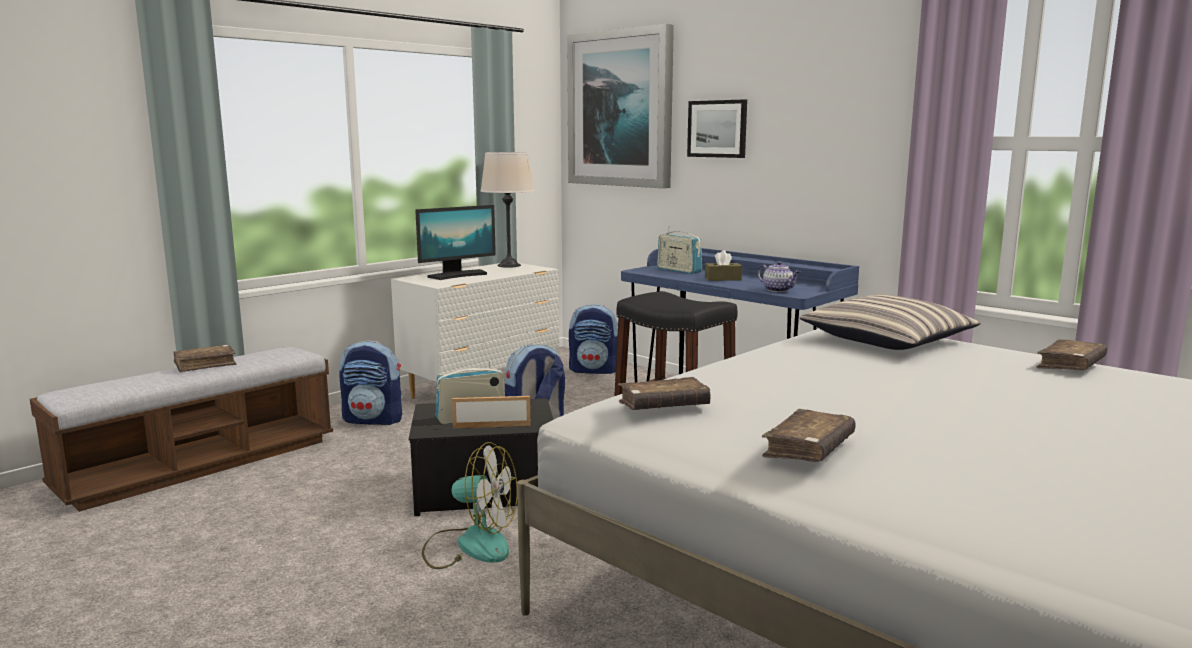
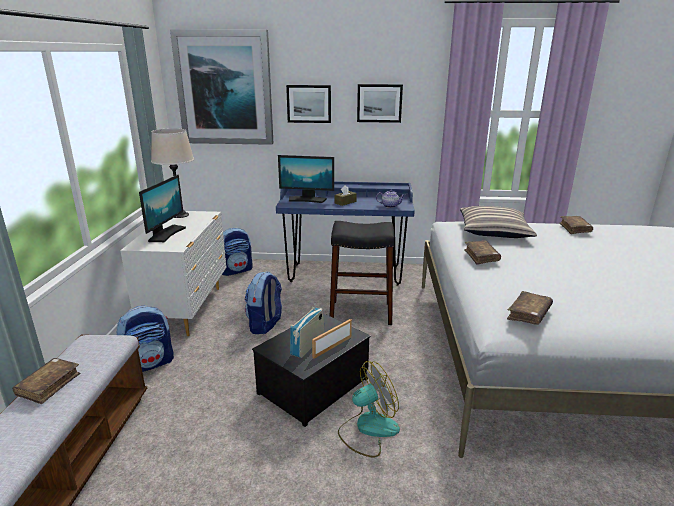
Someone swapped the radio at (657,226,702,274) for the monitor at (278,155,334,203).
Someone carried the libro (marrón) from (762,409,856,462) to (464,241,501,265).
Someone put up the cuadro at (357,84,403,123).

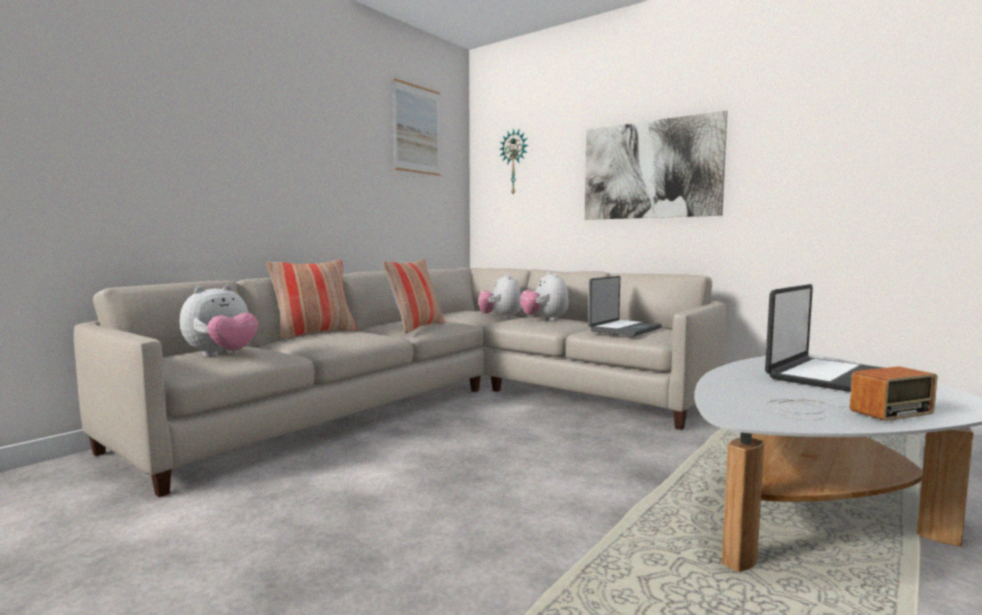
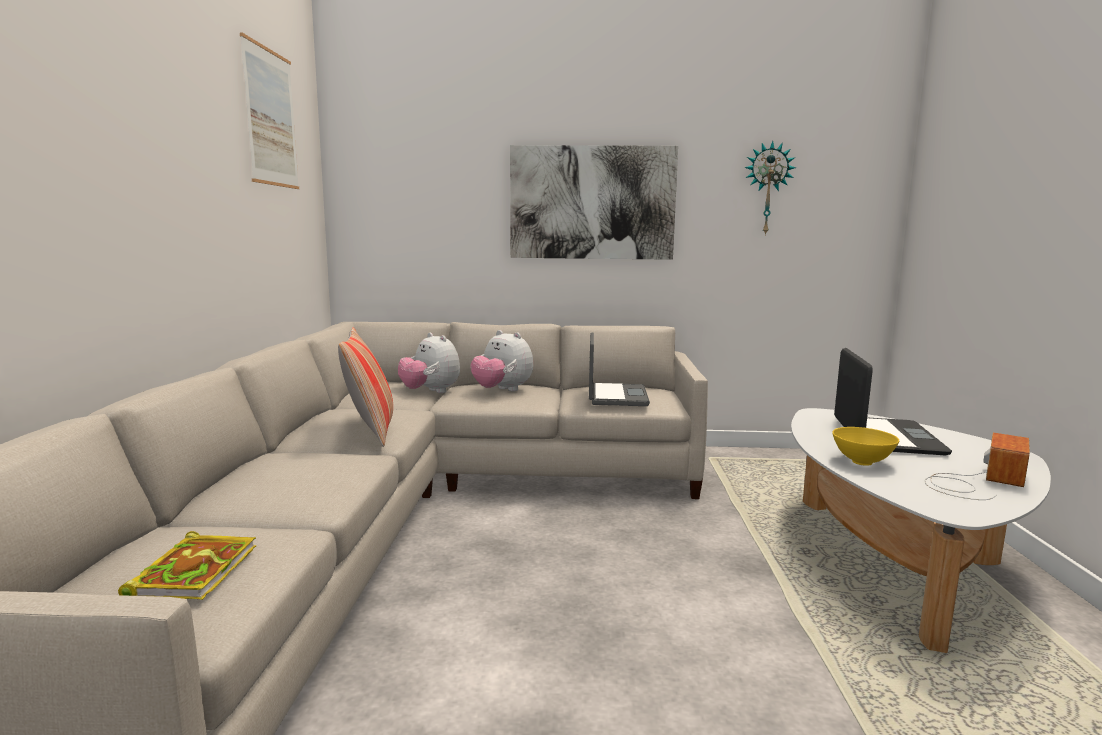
Someone swapped the peluche at (180,285,259,357) for the libro at (118,531,257,600).
Someone took away the cojín at (267,260,356,340).
Someone carried the reloj de pared from (500,128,528,194) to (745,141,796,236).
Someone put down the cuenco (amarillo) at (832,427,899,466).

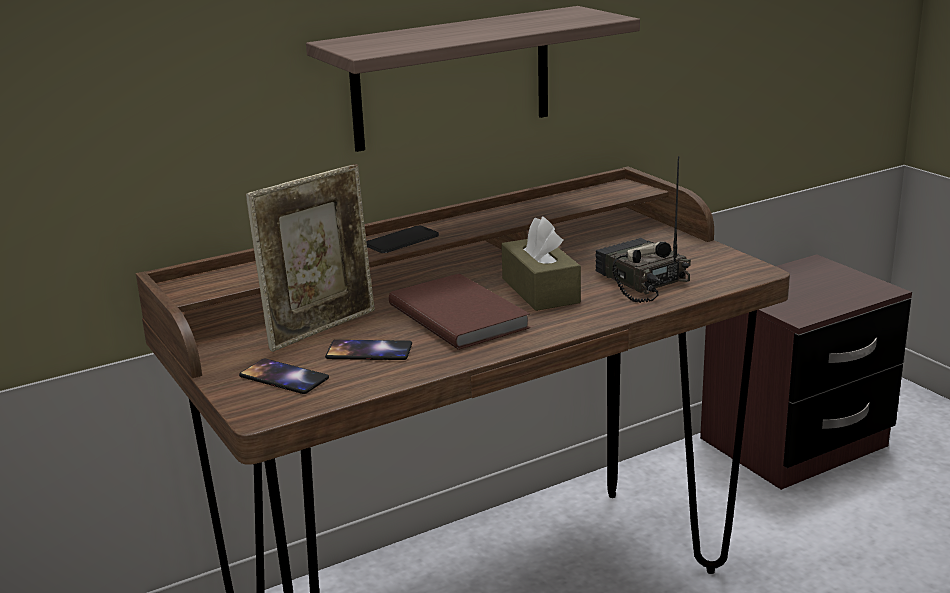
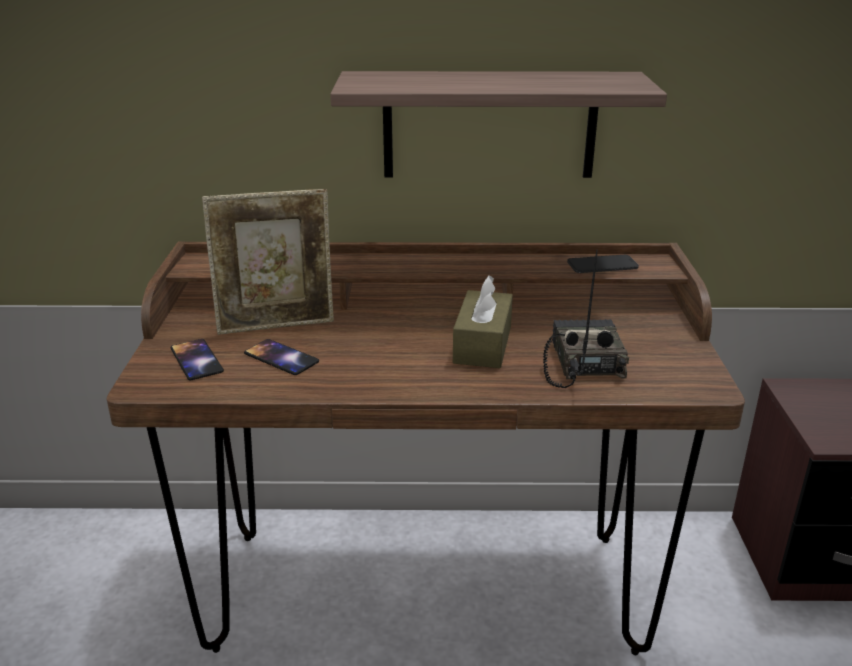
Someone carried the móvil from (366,226,439,253) to (567,255,639,273).
Someone took away the libro (marrón) at (389,273,530,350).

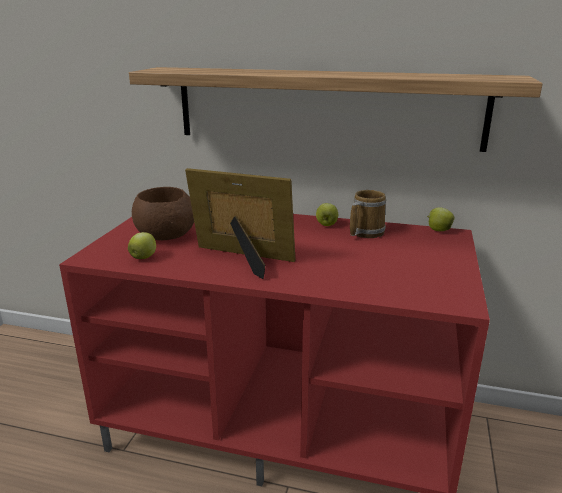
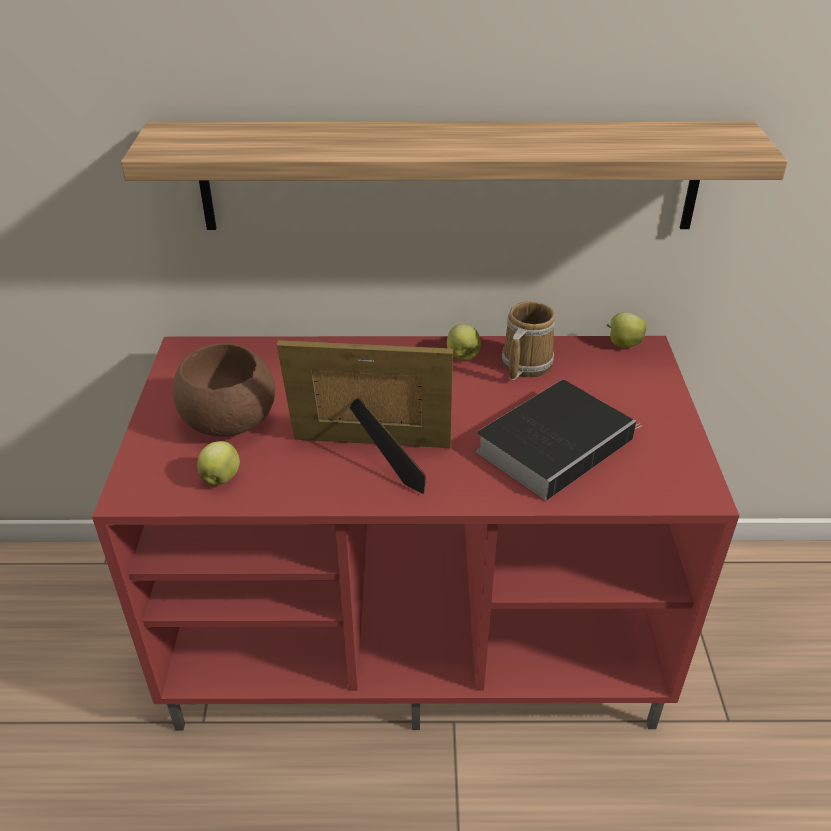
Someone put down the libro at (476,380,642,501).

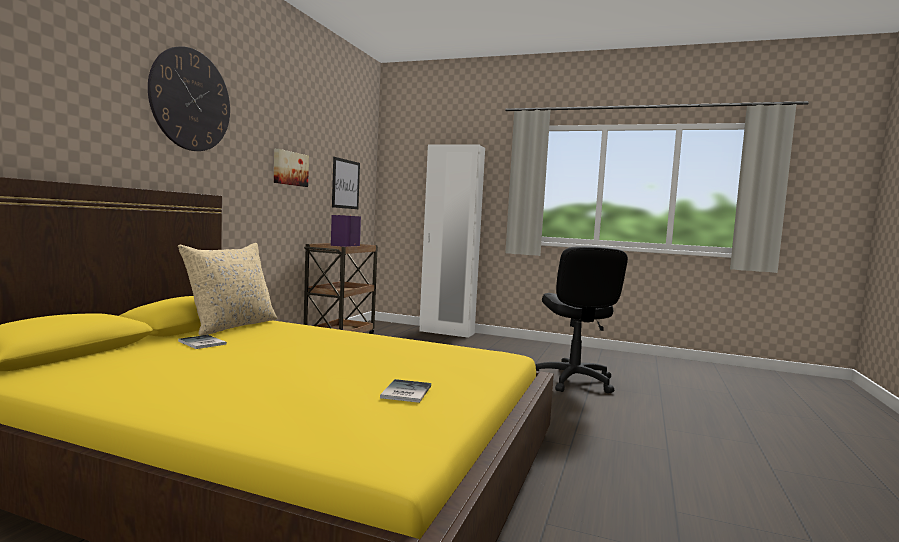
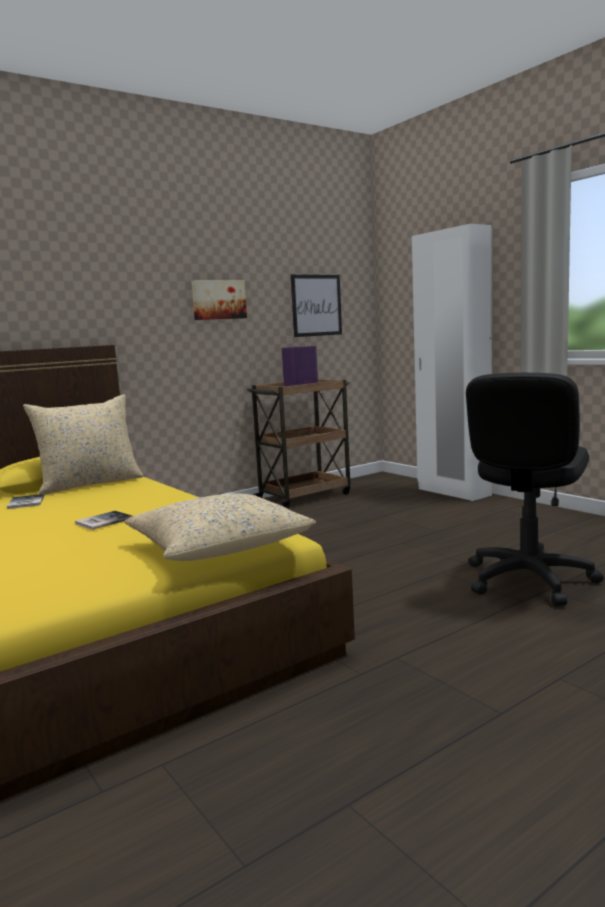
Someone took away the reloj de pared at (148,46,230,151).
Someone carried the libro from (380,379,431,403) to (75,511,132,530).
Someone put down the cojín (beis) at (124,493,316,561).

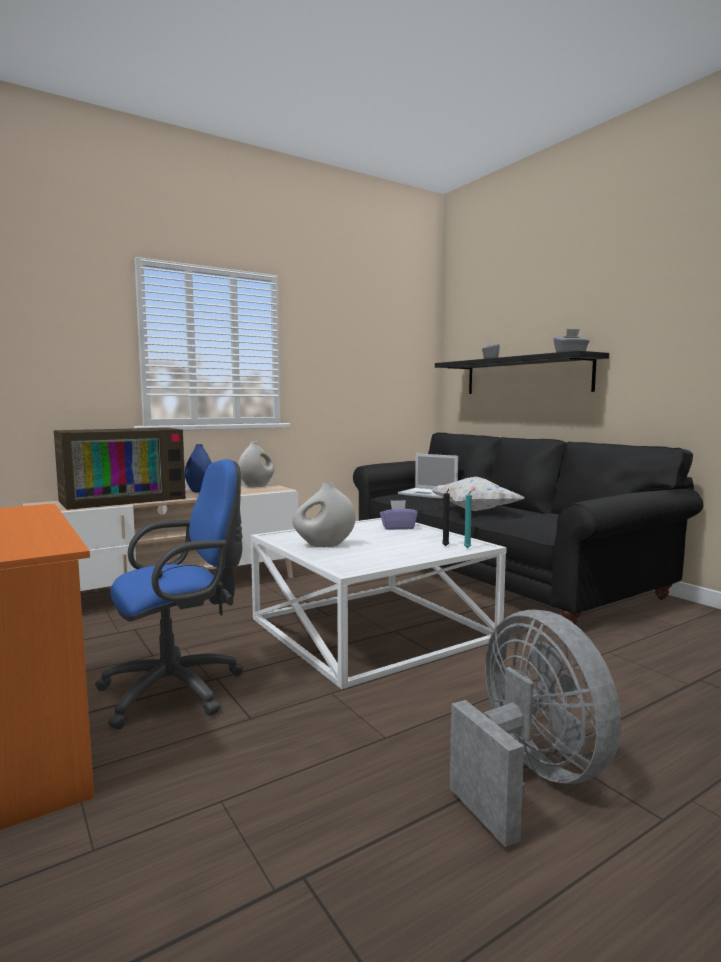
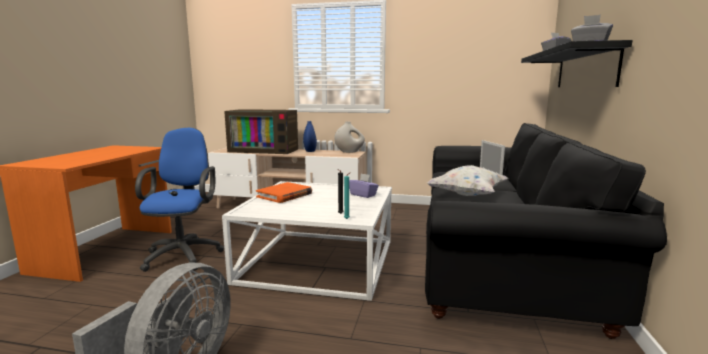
Someone rotated the silla de oficina (azul) at (95,459,244,729) by 105 degrees counterclockwise.
Someone swapped the florero (blanco) at (292,483,356,547) for the libro (naranja) at (256,182,312,203).

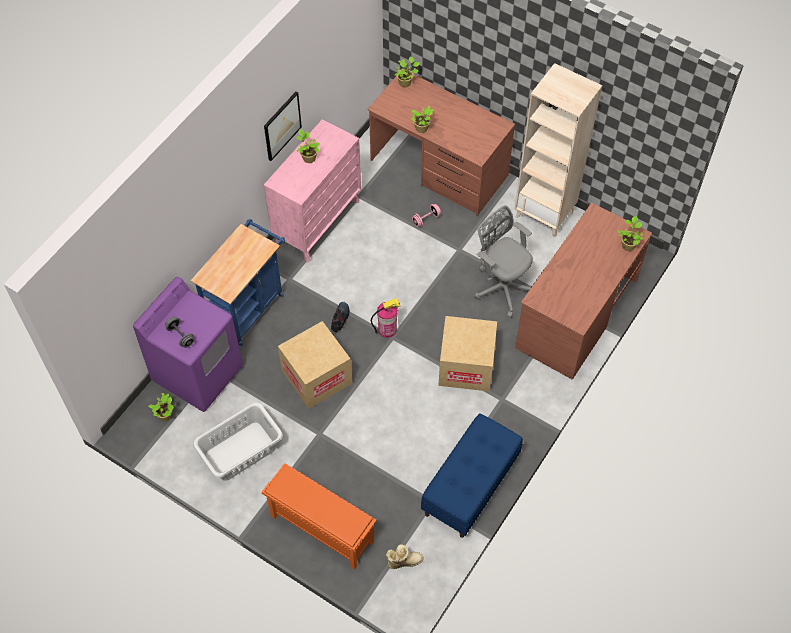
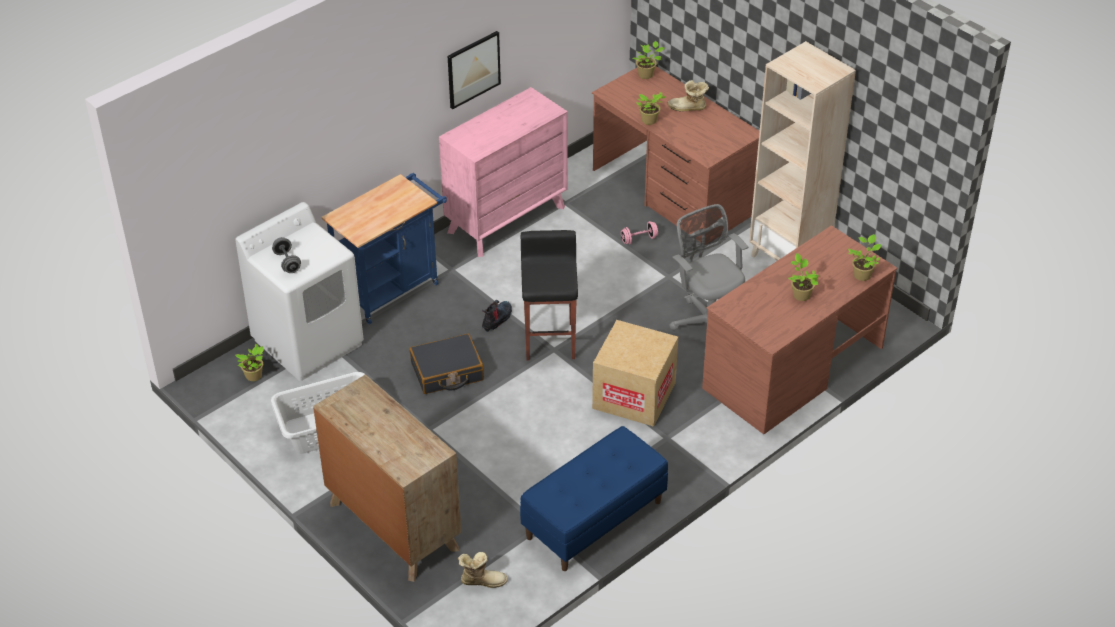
Someone repainted the lavadora (morado) at (133,277,243,412), which became the lavadora (blanco) at (235,202,364,381).
Someone swapped the zapatero (naranja) at (262,463,377,570) for the cómoda (marrón) at (313,374,461,582).
Someone swapped the caja de cartón at (278,321,352,409) for the maleta (negro) at (409,333,484,394).
Someone carried the planta en maceta from (296,129,320,163) to (788,253,819,301).
Someone swapped the extintor at (371,298,401,338) for the taburete (negro) at (521,230,578,361).
Someone put down the bota at (668,80,709,111).

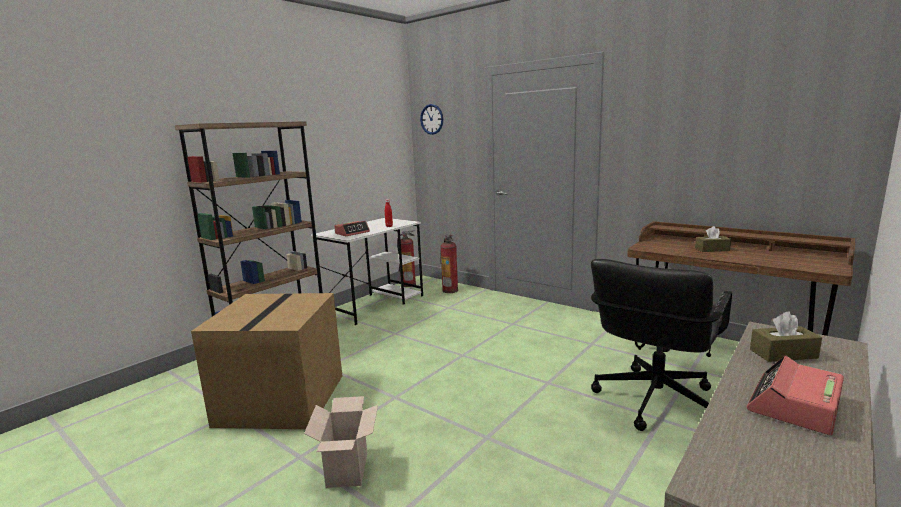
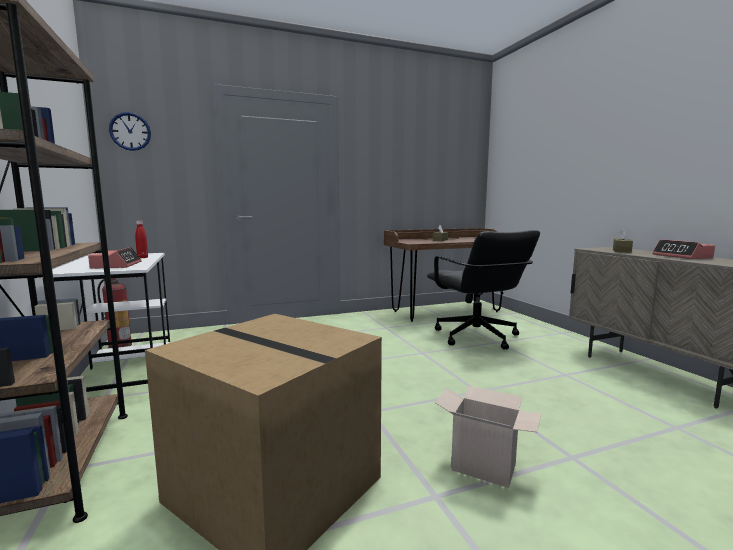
Someone took away the extintor at (440,235,458,293).

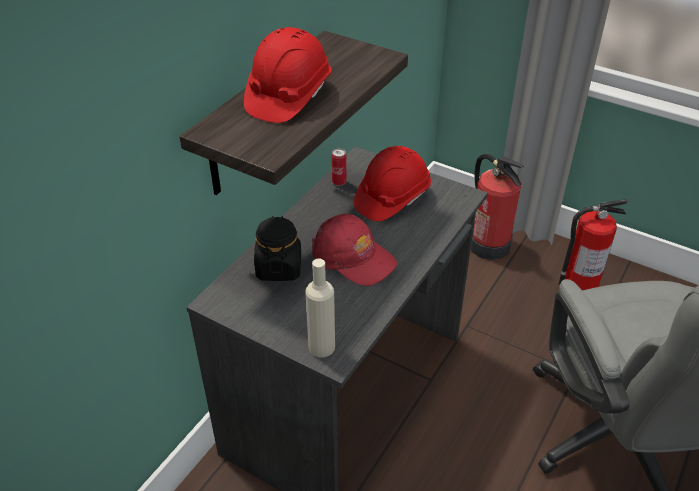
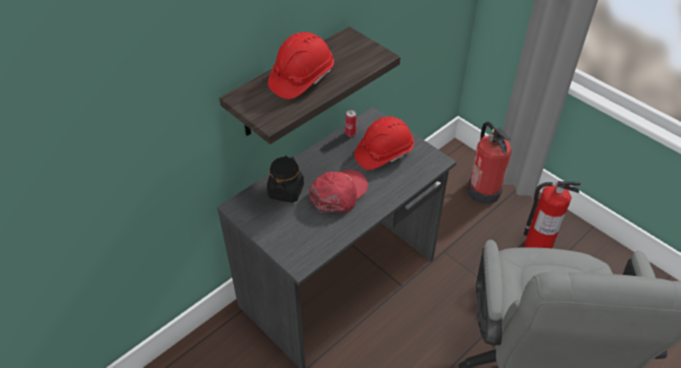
Someone took away the botella (beis) at (305,258,335,358).
Someone rotated the gorra (rojo) at (312,214,397,286) by 105 degrees counterclockwise.

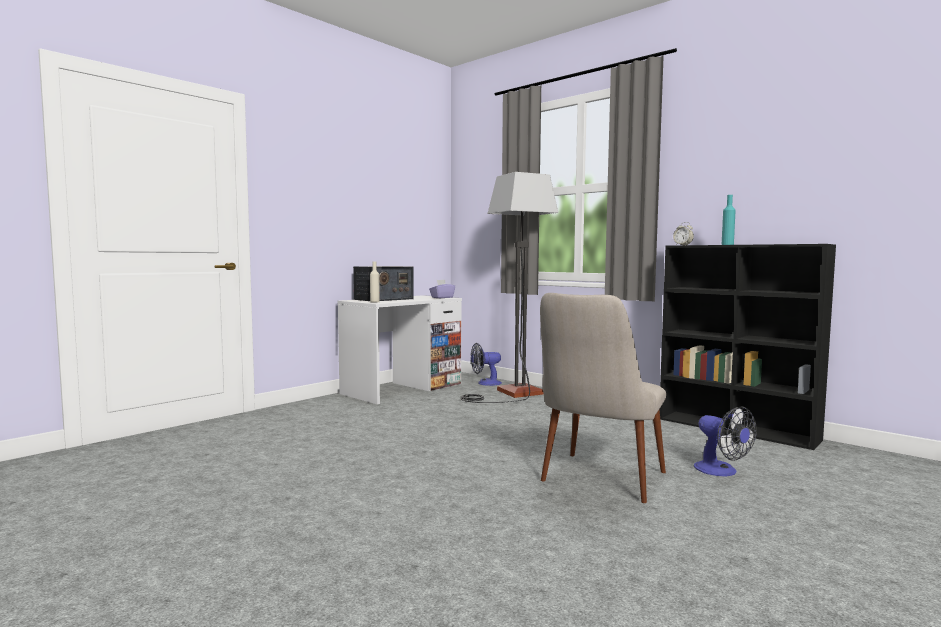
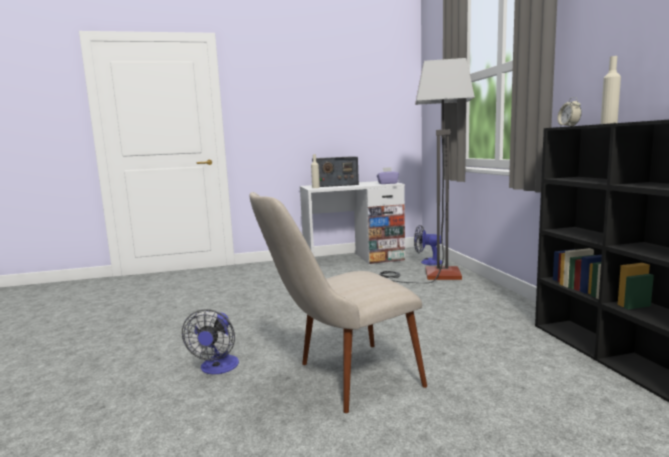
Someone carried the ventilador from (694,406,757,476) to (182,310,239,374).
Someone repainted the botella (turquesa) at (722,195,736,245), which became the botella (beis) at (601,56,621,124).

